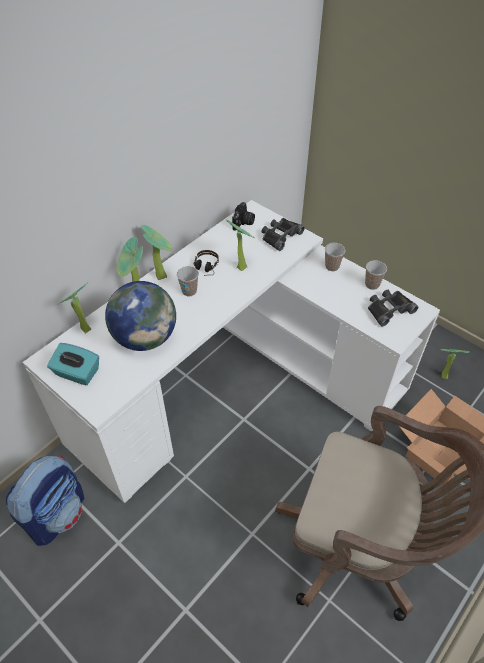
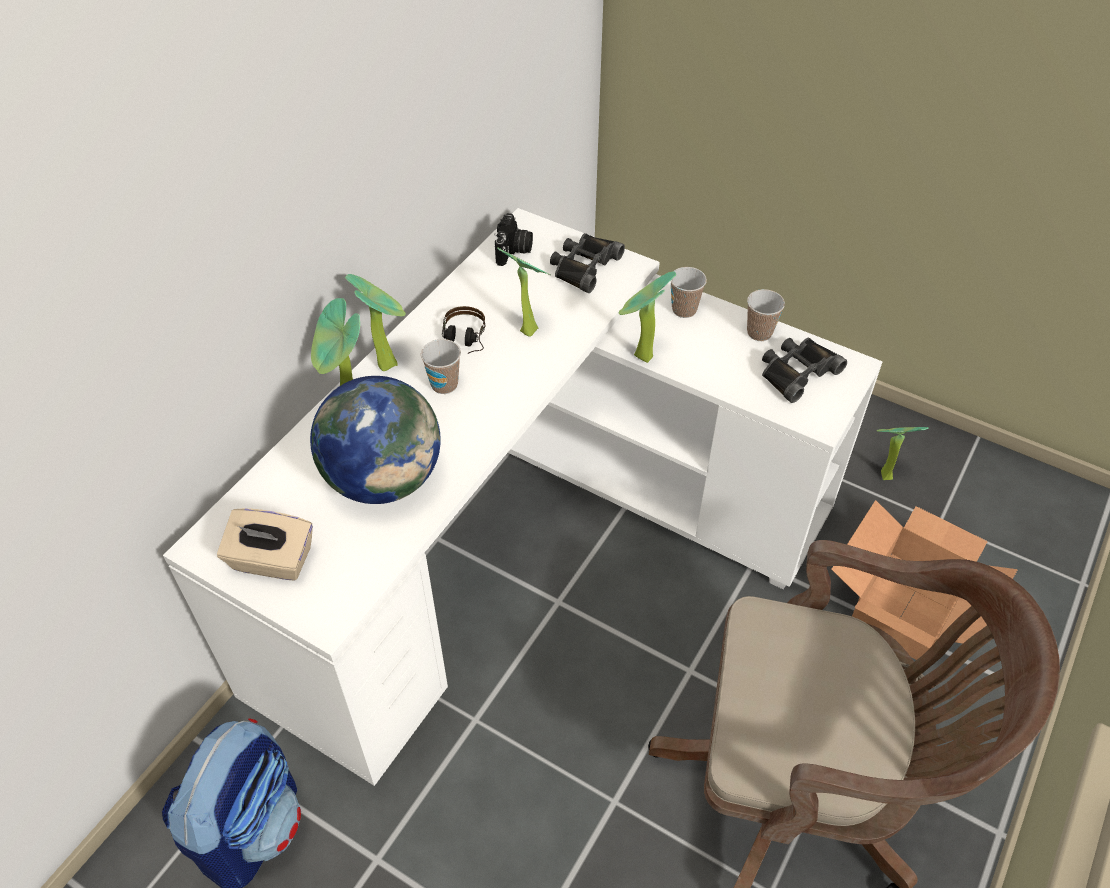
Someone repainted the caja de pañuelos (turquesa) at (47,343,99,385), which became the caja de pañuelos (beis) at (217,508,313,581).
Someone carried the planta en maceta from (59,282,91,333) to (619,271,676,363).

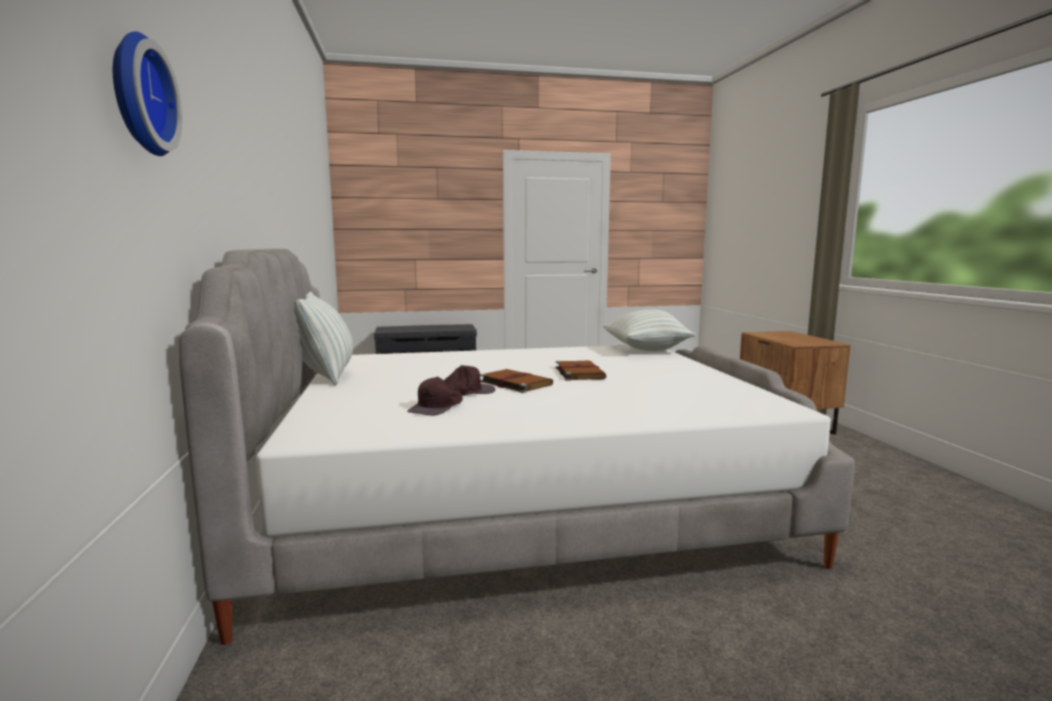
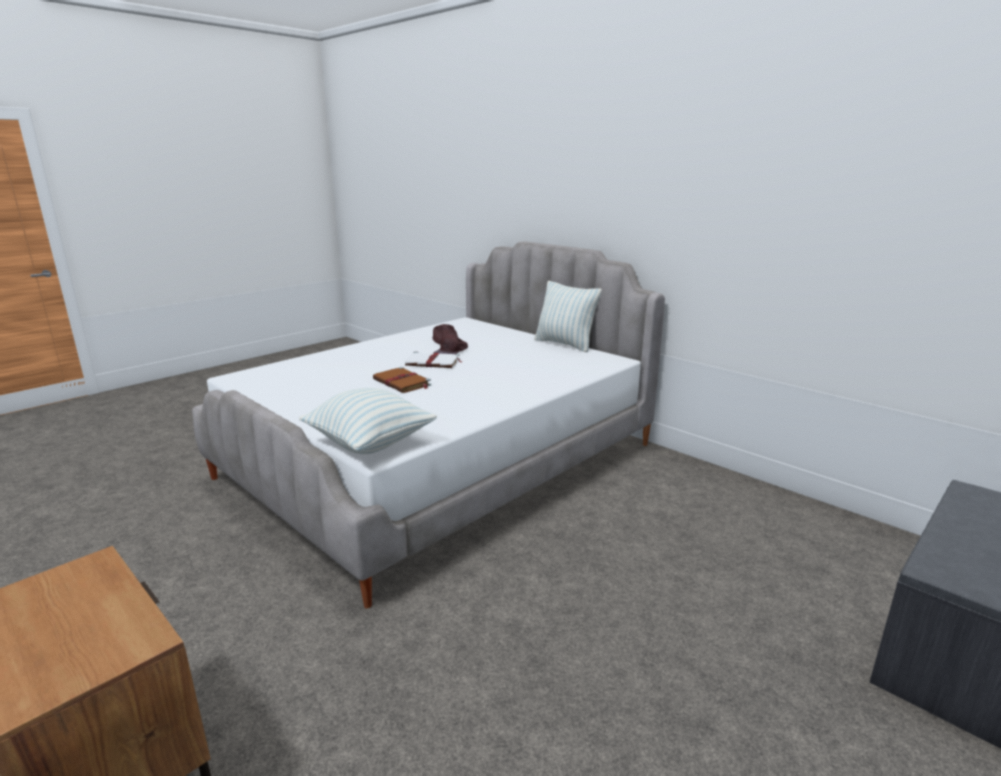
Someone took away the reloj de pared at (113,31,182,156).
Someone repainted the libro (marrón) at (480,369,553,393), which became the libro (blanco) at (405,351,463,368).

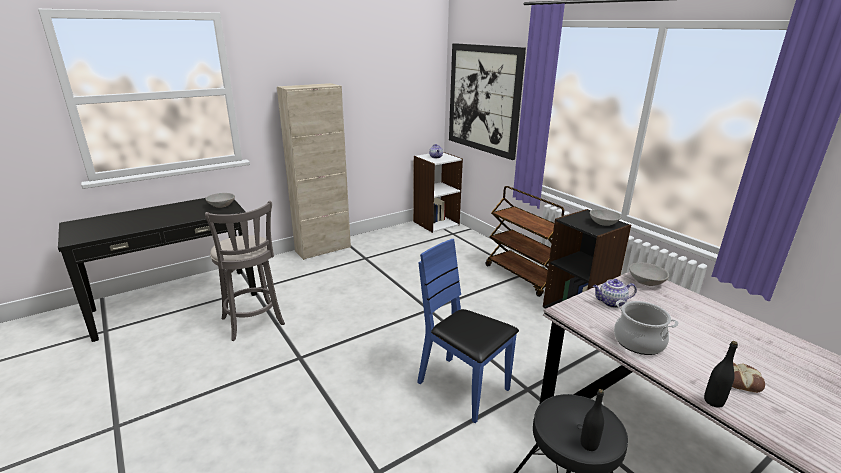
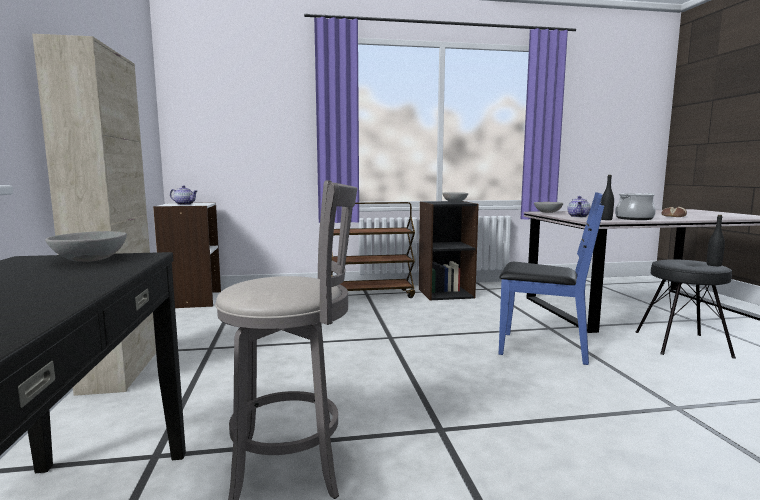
Someone rotated the silla (azul) at (417,239,519,423) by 135 degrees counterclockwise.
Someone took away the cuadro at (449,43,526,160).
Someone carried the botella (negro) from (704,341,738,408) to (601,175,614,220).

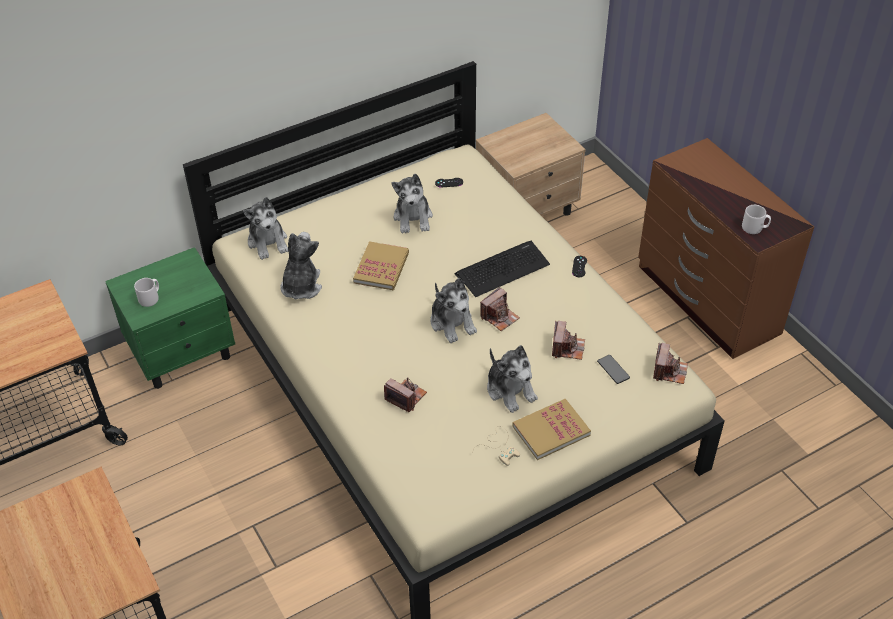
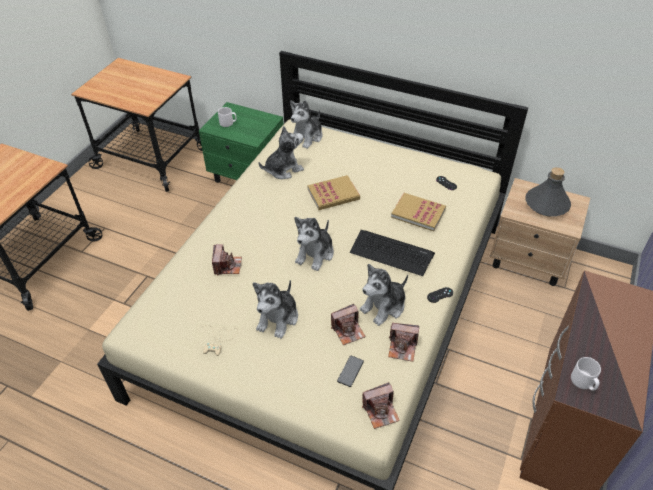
Someone carried the peluche from (392,174,433,233) to (360,264,408,326).
Someone carried the cámara from (480,287,520,331) to (388,323,419,362).
Someone carried the libro from (512,399,591,460) to (391,193,446,231).
Someone put down the botella (gris) at (525,167,571,216).

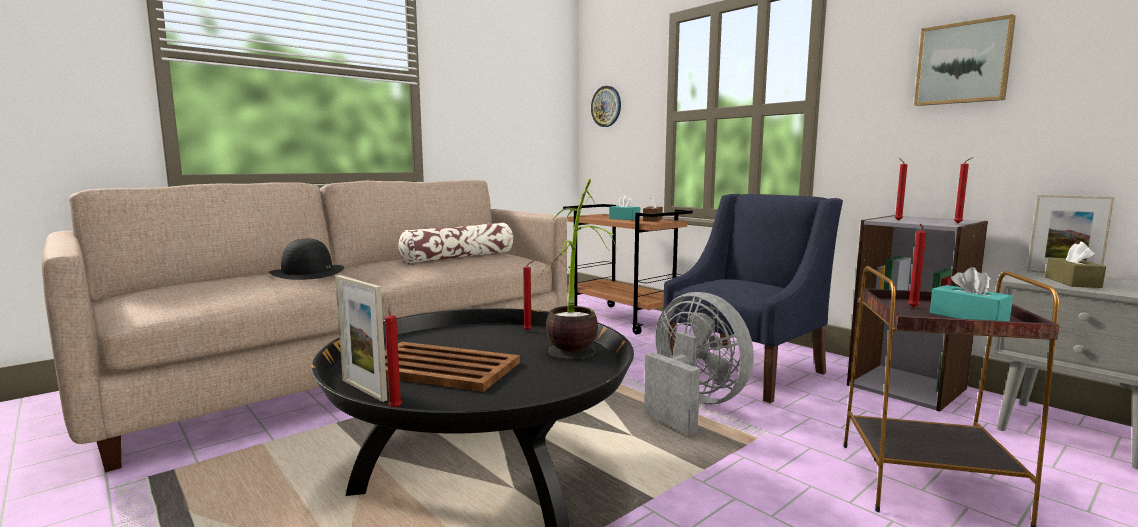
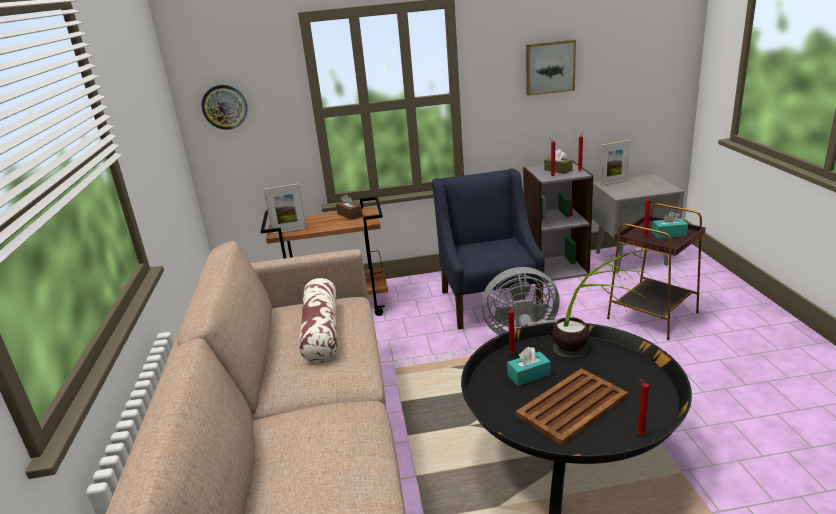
Someone took away the sombrero (negro) at (269,239,344,280).
Someone carried the portarretratos from (335,275,387,402) to (263,183,307,235).
Someone carried the caja de pañuelos (turquesa) from (609,195,640,220) to (507,347,551,386).
Someone carried the caja de pañuelos (marrón) from (1045,242,1106,288) to (544,149,573,174).

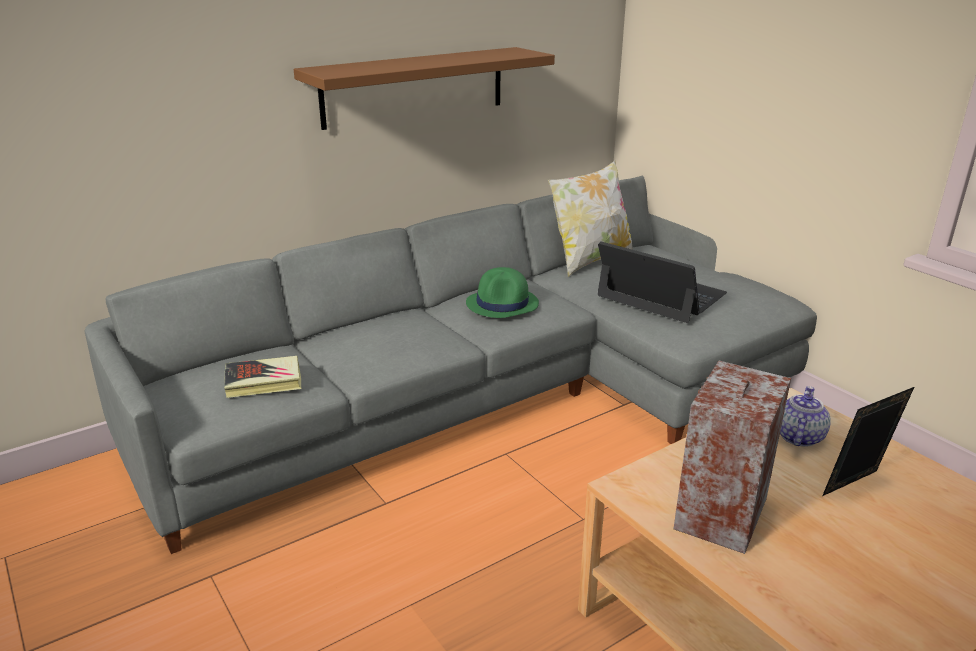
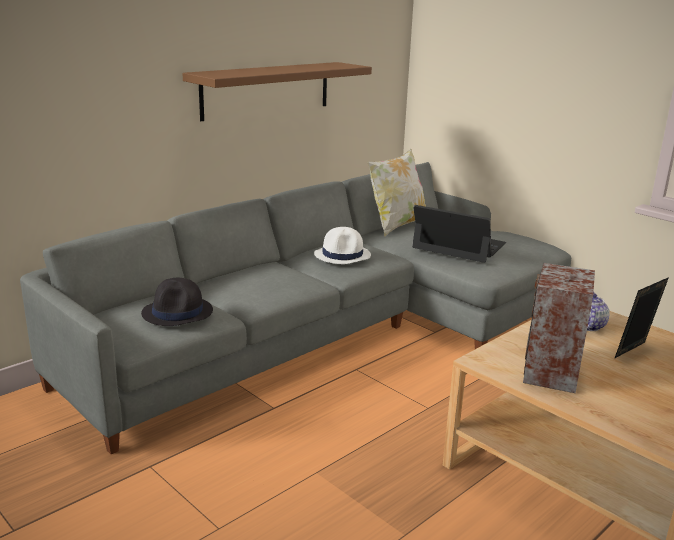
Someone swapped the libro at (224,356,301,398) for the sombrero (negro) at (141,278,213,326).
Someone repainted the sombrero (verde) at (466,267,539,318), which became the sombrero (blanco) at (314,227,371,264).

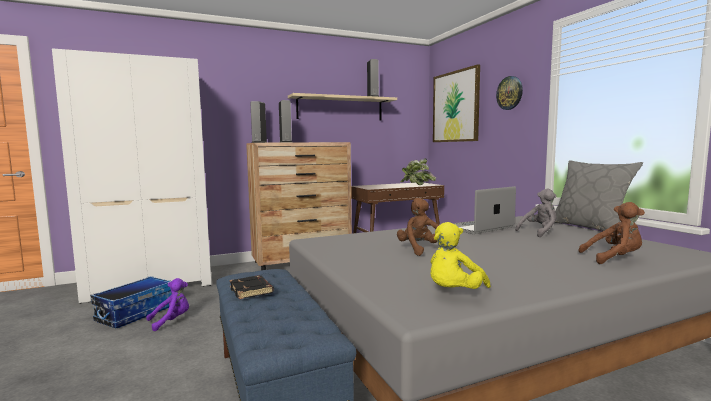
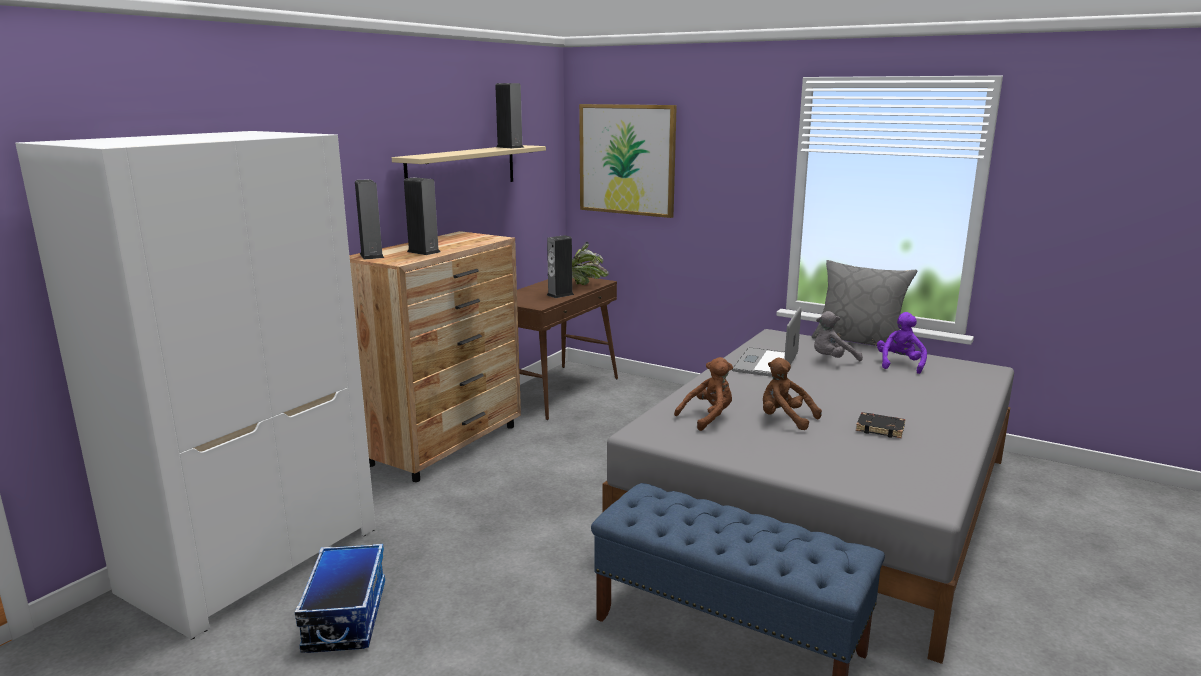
Someone carried the peluche (morado) from (146,278,189,331) to (877,312,927,374).
Someone carried the libro (negro) from (230,275,274,299) to (856,412,905,438).
Someone took away the peluche (amarillo) at (431,222,491,289).
Someone took away the reloj de pared at (496,76,523,110).
Someone rotated the peluche (gris) at (515,189,557,237) by 135 degrees counterclockwise.
Someone carried the peluche (marrón) from (578,202,645,264) to (674,357,733,431).
Someone put down the altavoz at (547,235,574,298).

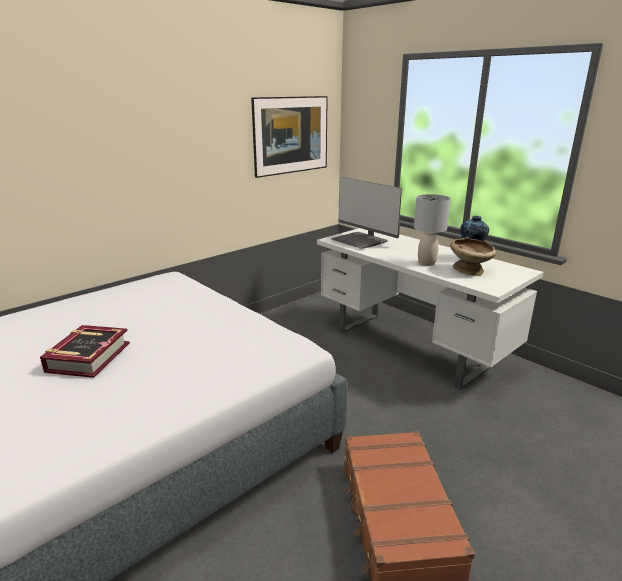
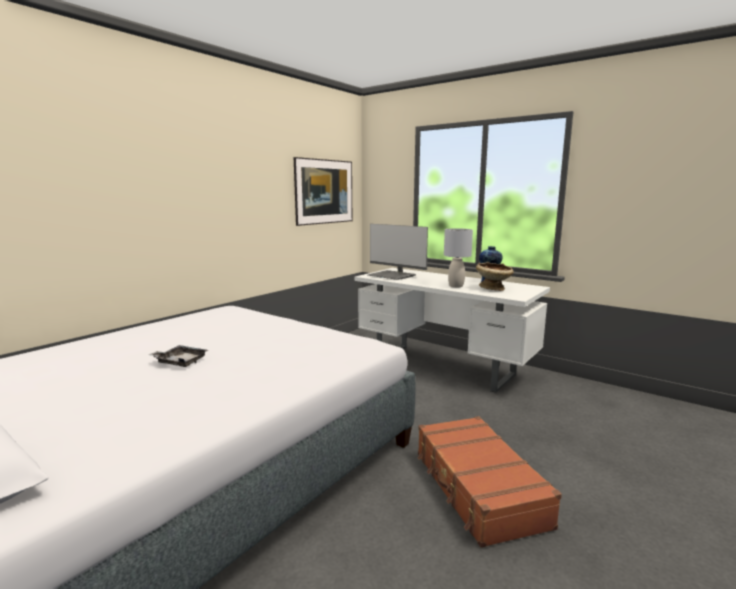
Someone swapped the libro at (40,325,130,378) for the bandeja (gris) at (149,345,208,367).

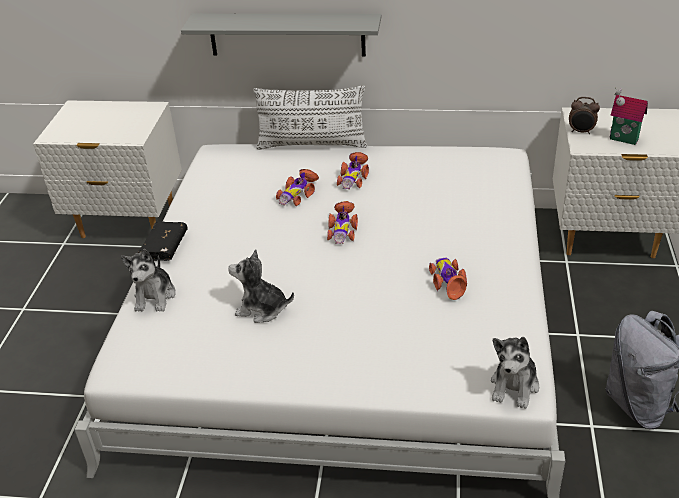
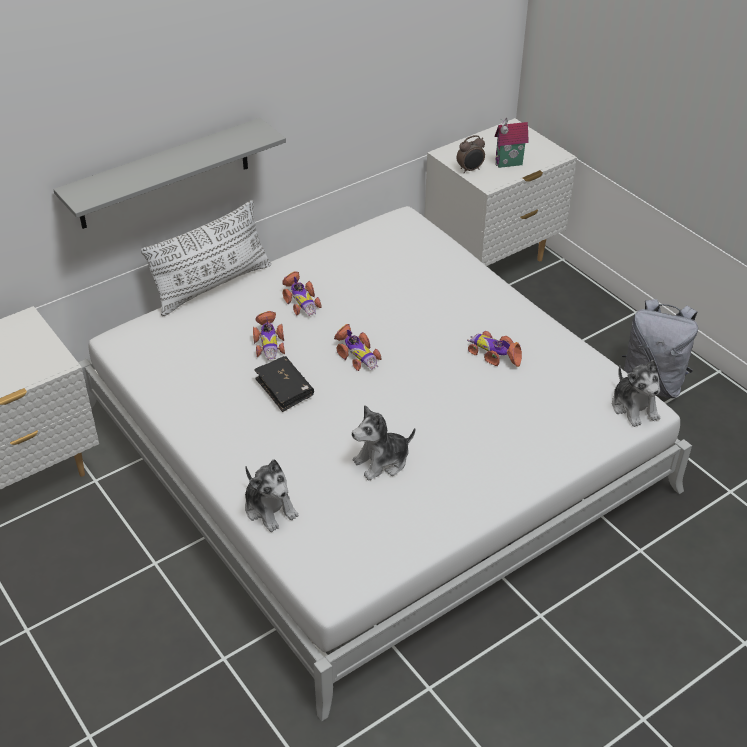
Someone carried the libro (negro) from (138,221,187,261) to (254,356,314,412).

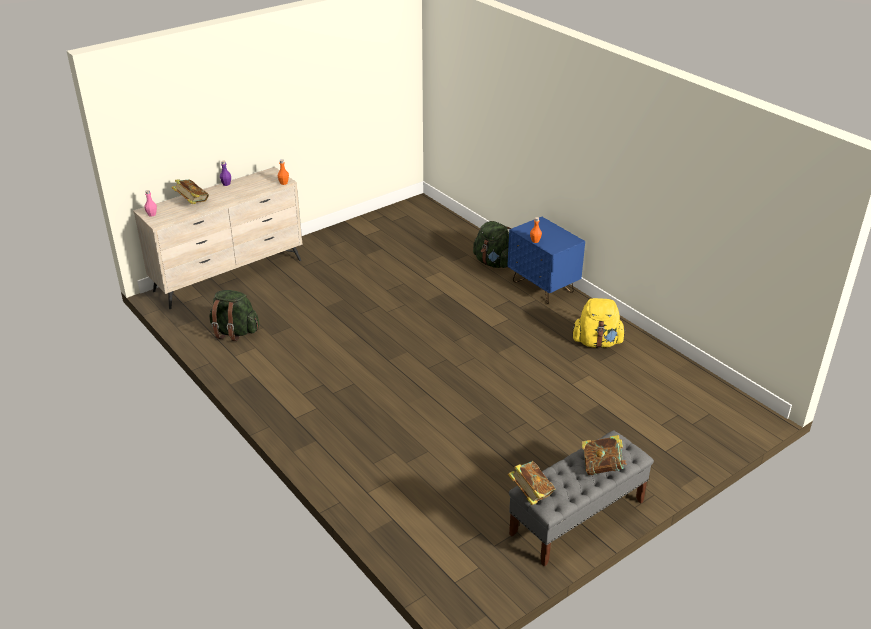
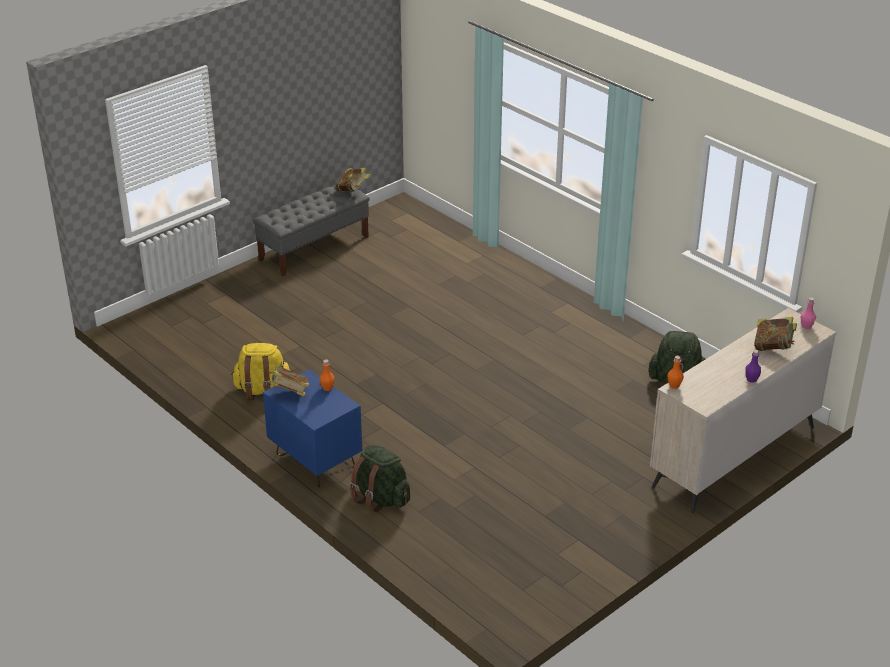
Someone carried the libro from (582,435,627,475) to (269,366,309,396).

